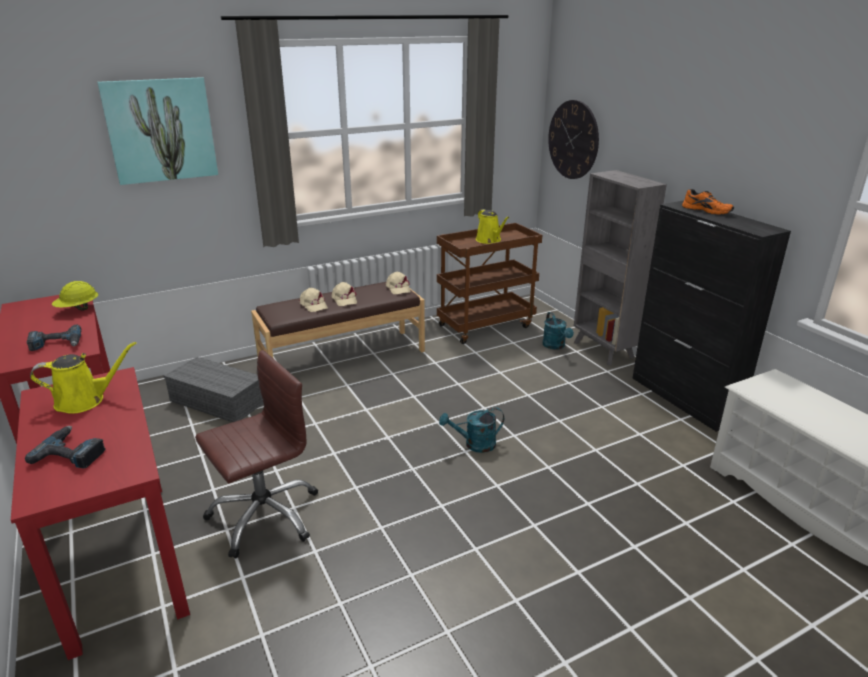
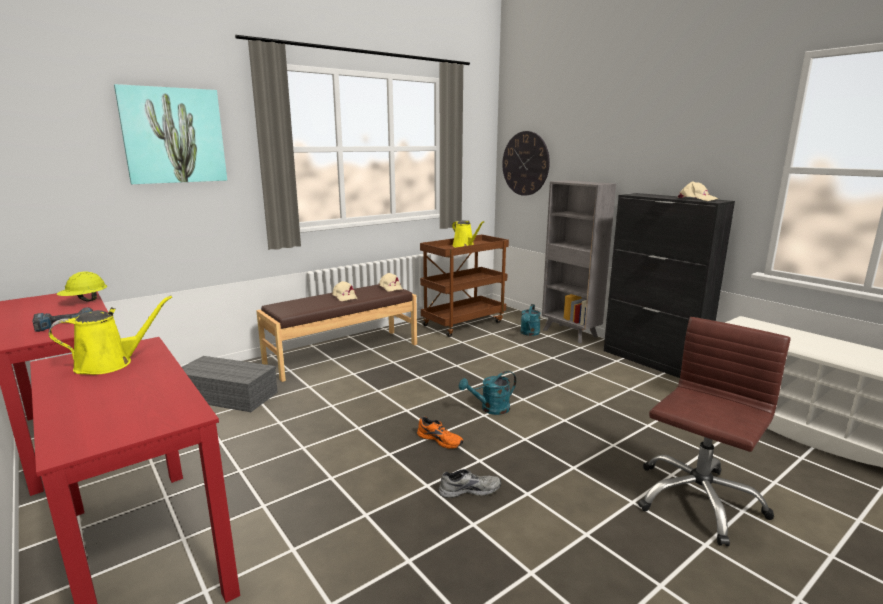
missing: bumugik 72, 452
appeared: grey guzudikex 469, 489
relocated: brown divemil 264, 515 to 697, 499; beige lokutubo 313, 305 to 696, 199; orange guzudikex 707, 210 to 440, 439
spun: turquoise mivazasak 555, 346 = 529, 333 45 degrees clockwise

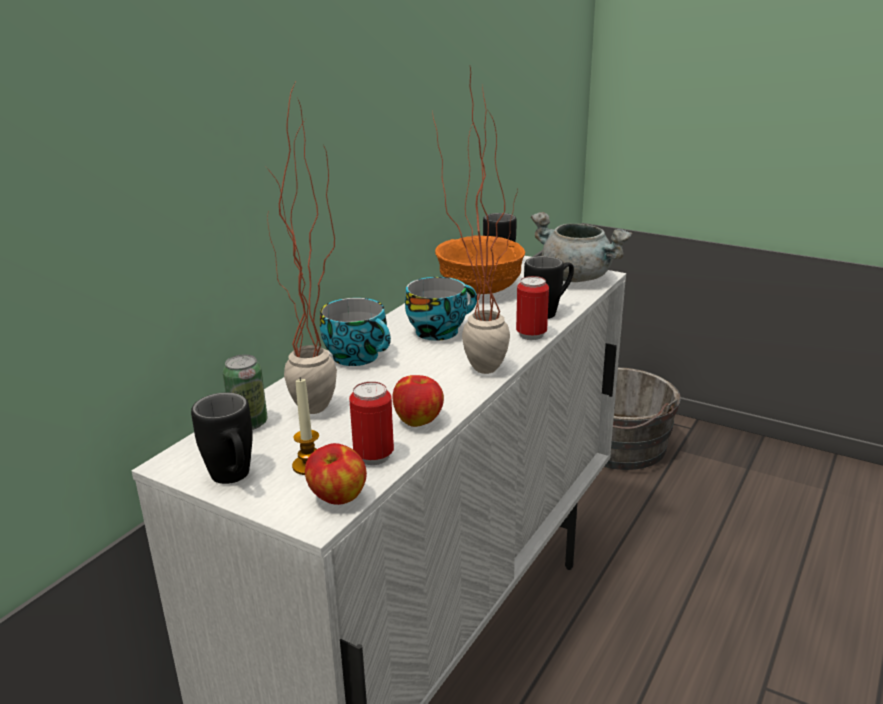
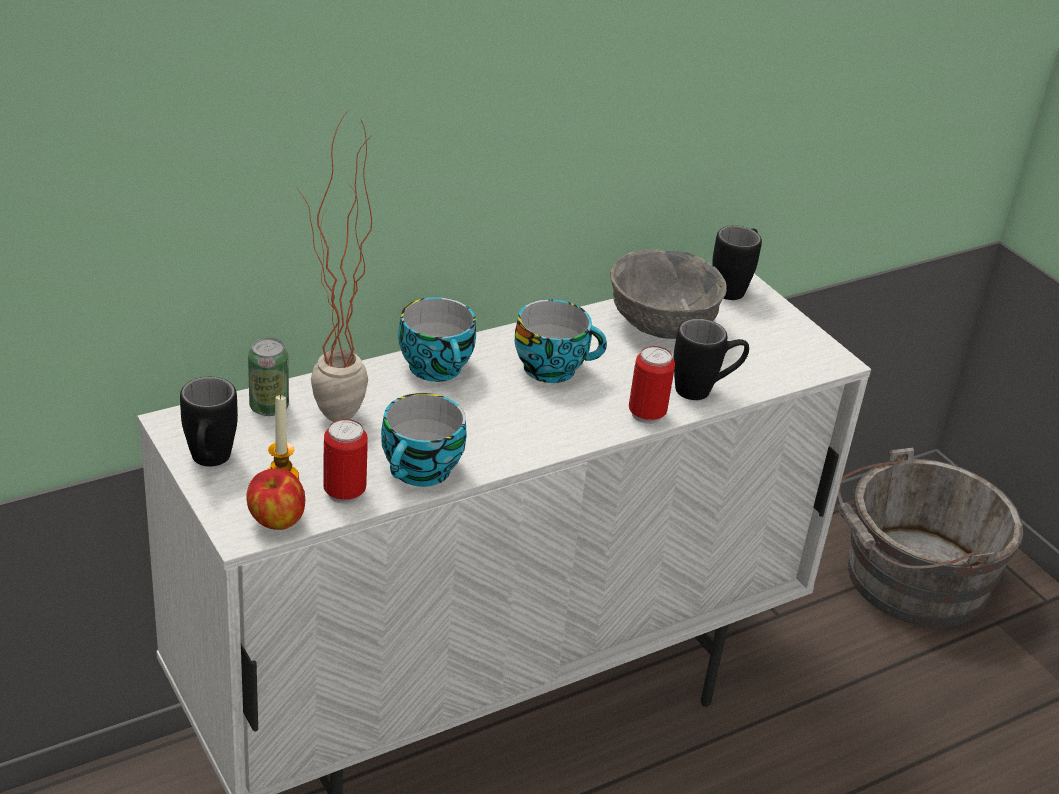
missing: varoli 475, 364; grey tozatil 578, 278
exchanged: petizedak 419, 420 to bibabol 421, 472
colour: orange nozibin 479, 289 to grey nozibin 660, 324

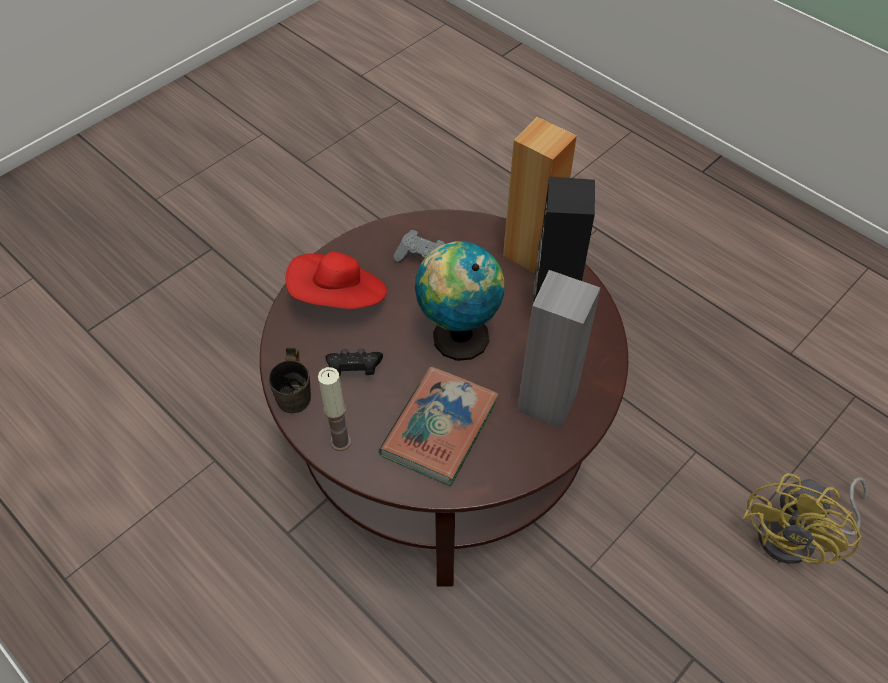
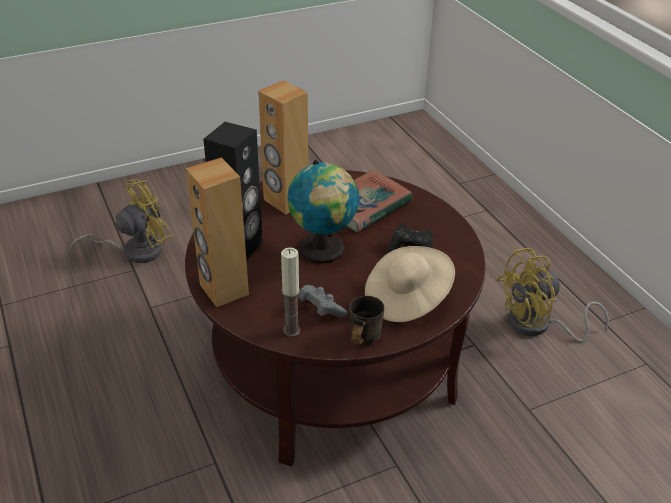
appeared: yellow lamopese 538, 326
relocated: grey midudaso 299, 393 to 359, 339; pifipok 340, 441 to 291, 330
colour: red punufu 339, 299 to beige punufu 407, 299; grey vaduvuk 547, 402 to brown vaduvuk 285, 201

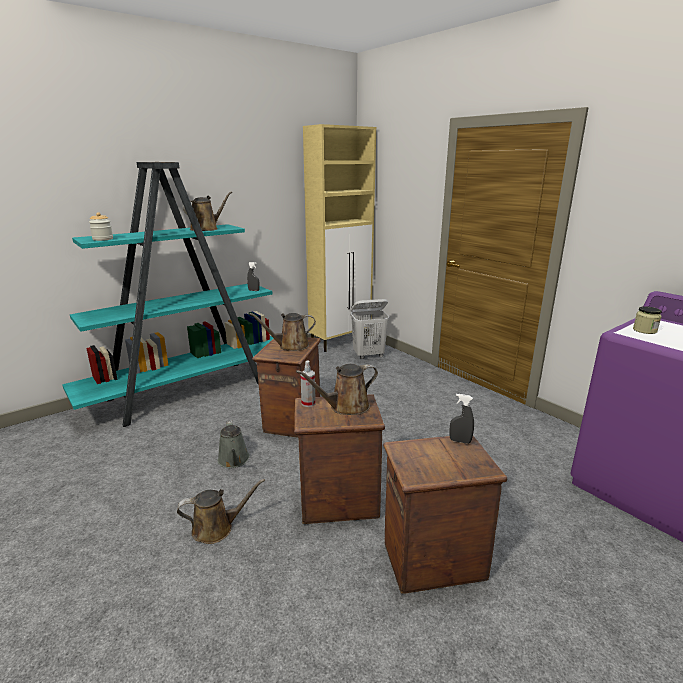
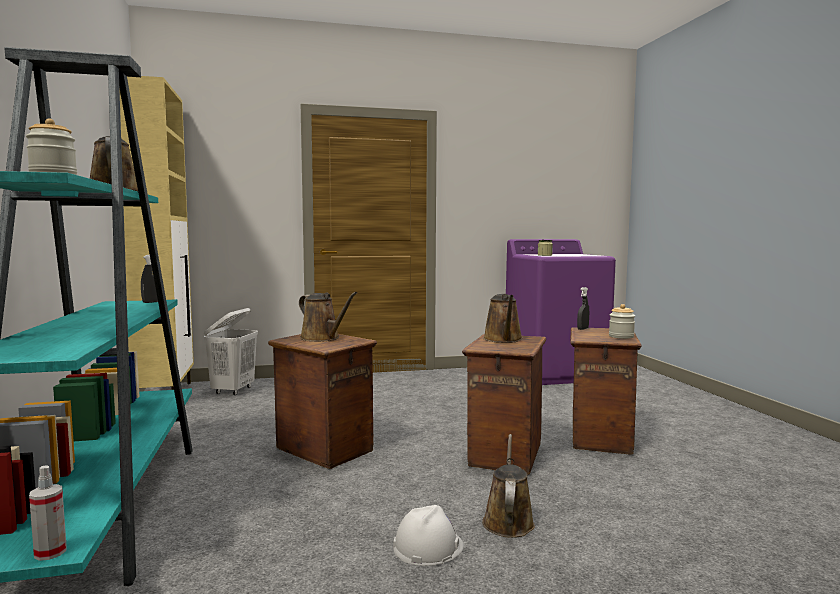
missing: grey mivazasak 234, 460
appeared: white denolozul 428, 546; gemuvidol 621, 336
relocated: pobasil 308, 403 to 50, 552
spun: brown mivazasak 290, 346 = 322, 338 60 degrees counterclockwise

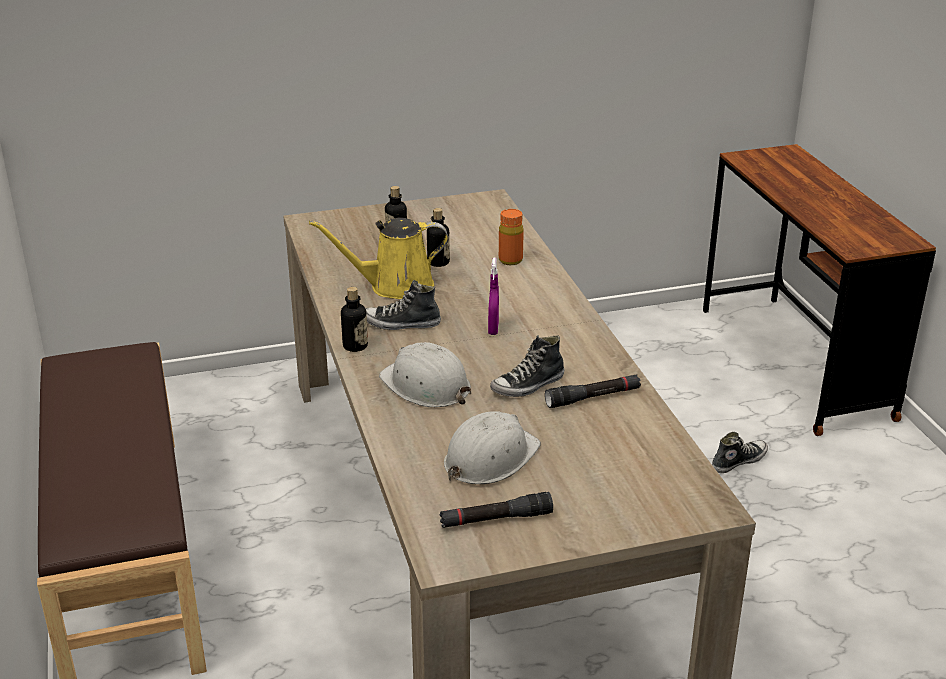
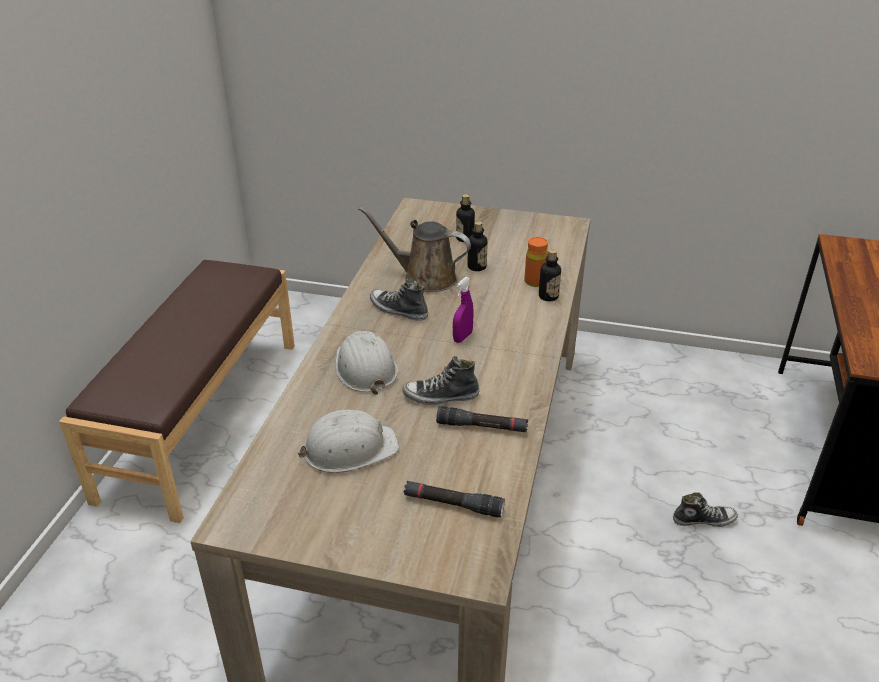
relocated: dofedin 355, 346 to 548, 296; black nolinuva 496, 519 to 453, 504
colour: yellow mivazasak 395, 286 to brown mivazasak 424, 277

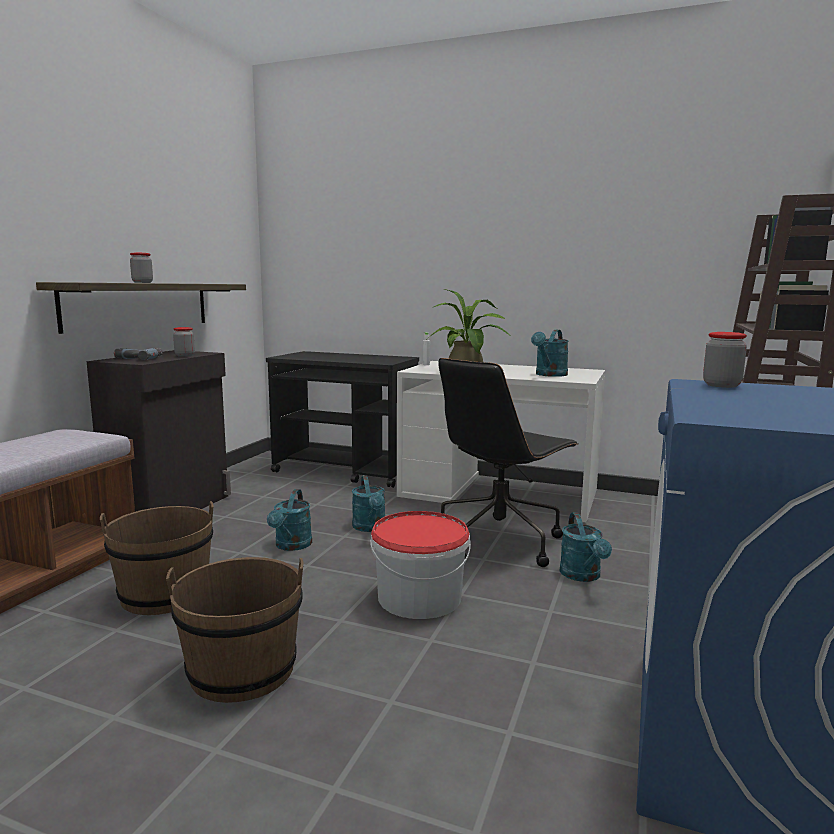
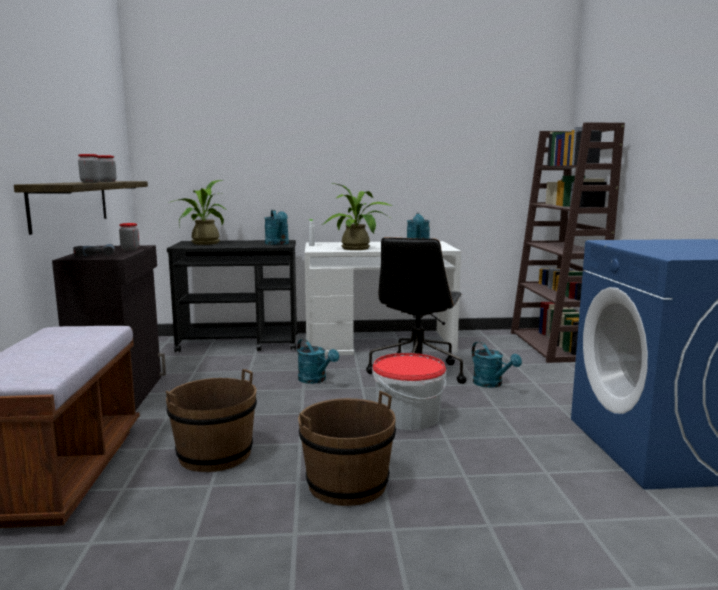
appeared: varoli 202, 243
relocated: turquoise mivazasak 291, 546 to 278, 244; gemuvidol 721, 385 to 107, 182

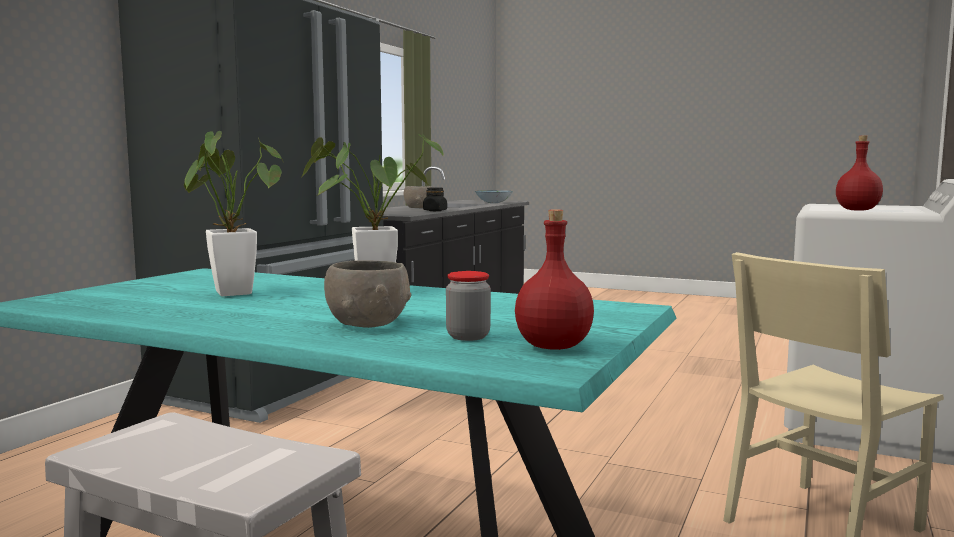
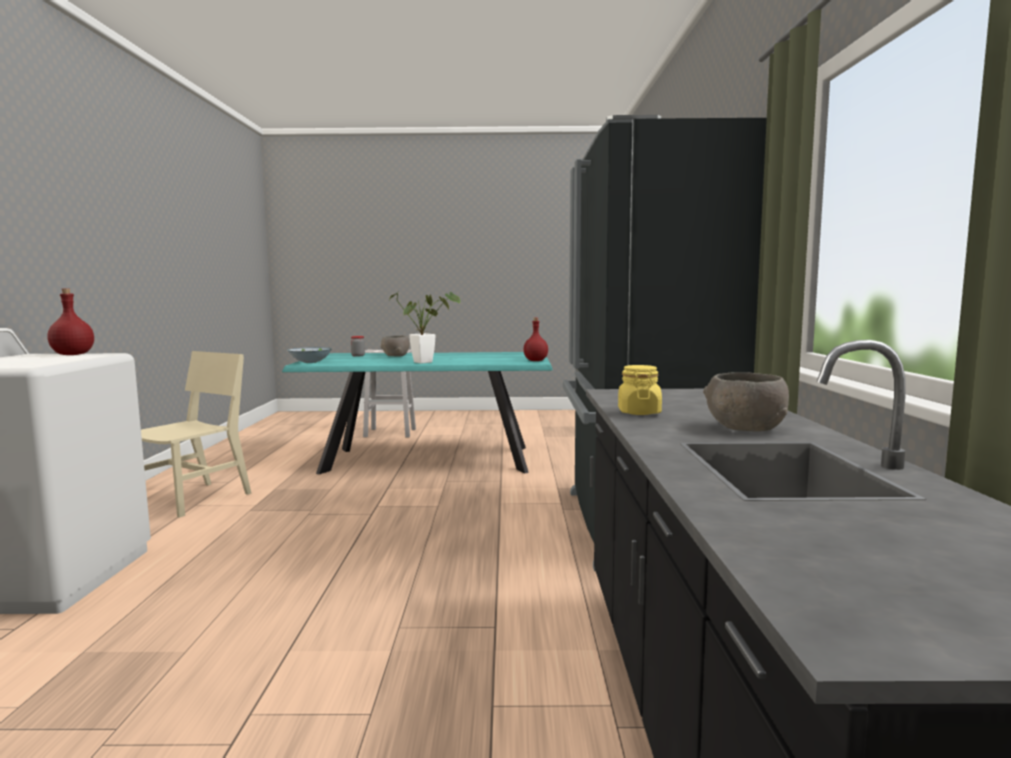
missing: varoli 233, 291
relocated: nozibin 493, 203 to 310, 362; red dofedin 554, 346 to 535, 361
colour: black gemuvidol 435, 211 to yellow gemuvidol 639, 412

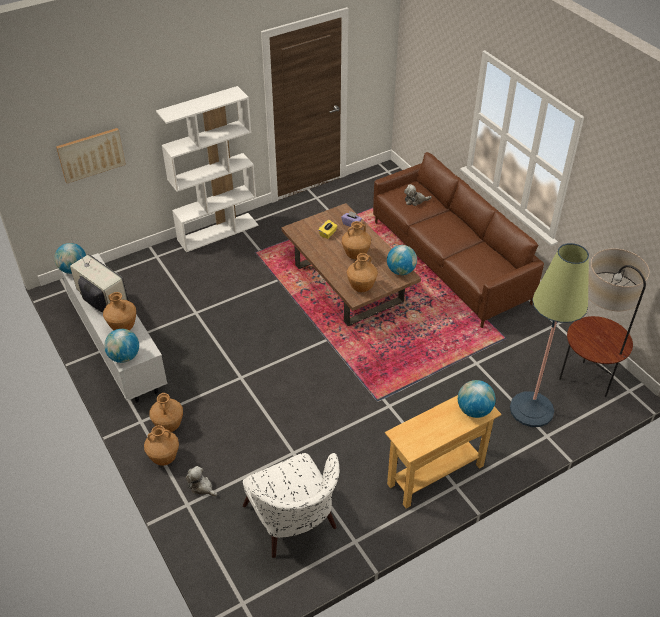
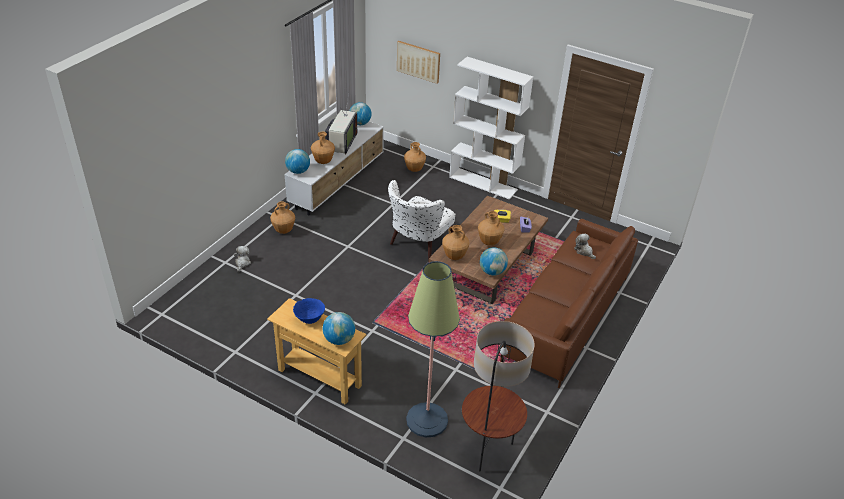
appeared: blue nozibin 309, 319
relocated: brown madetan 164, 458 to 414, 169; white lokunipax 294, 525 to 418, 245

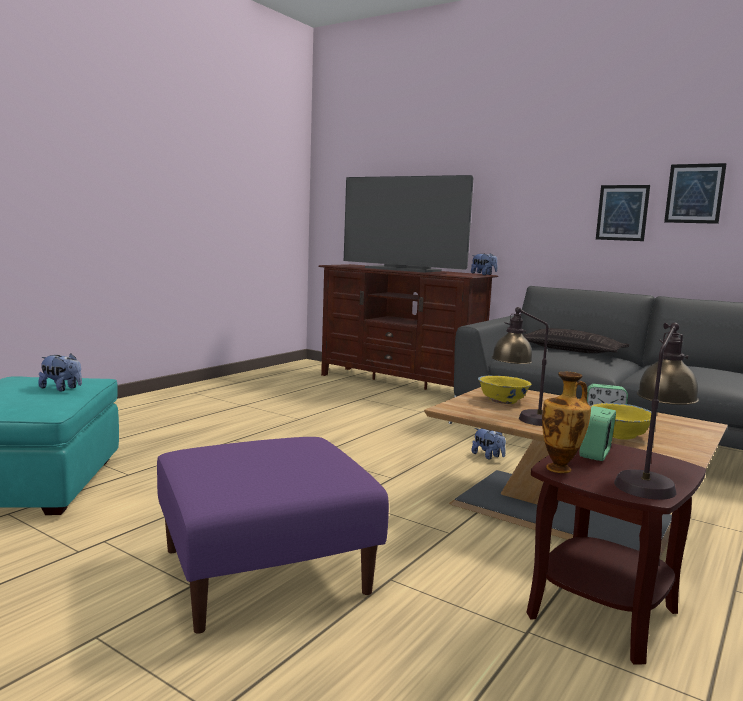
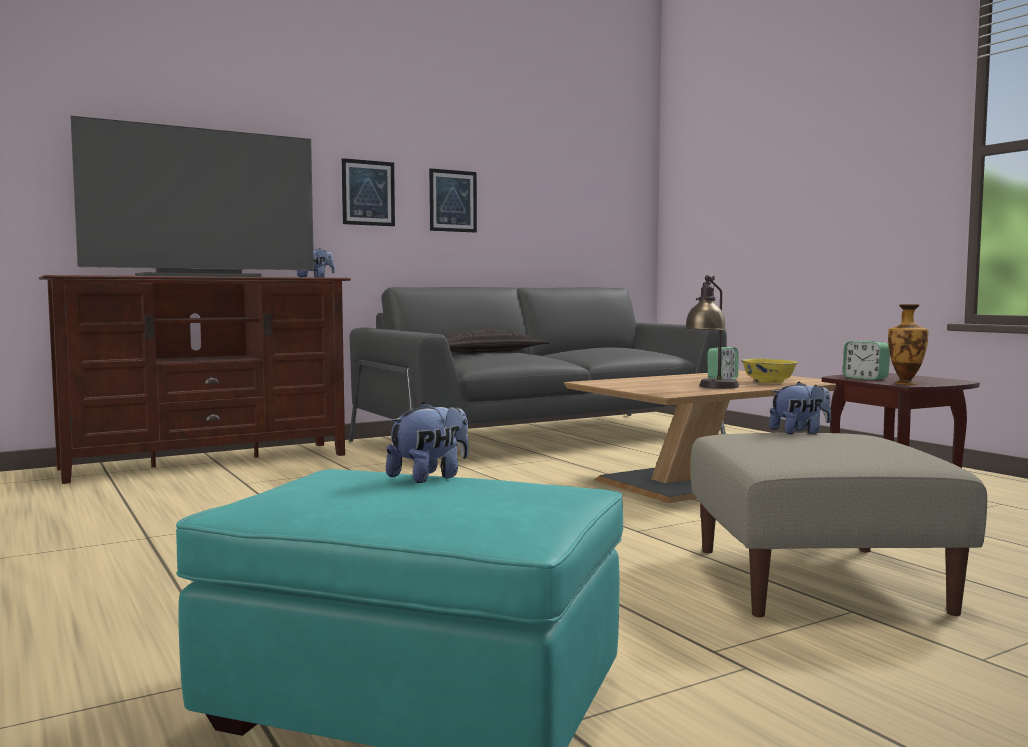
missing: yellow nozibin 502, 400; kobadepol 650, 481
relocated: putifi 488, 456 to 800, 432; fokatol 694, 193 to 368, 193
colour: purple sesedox 264, 571 to beige sesedox 819, 580

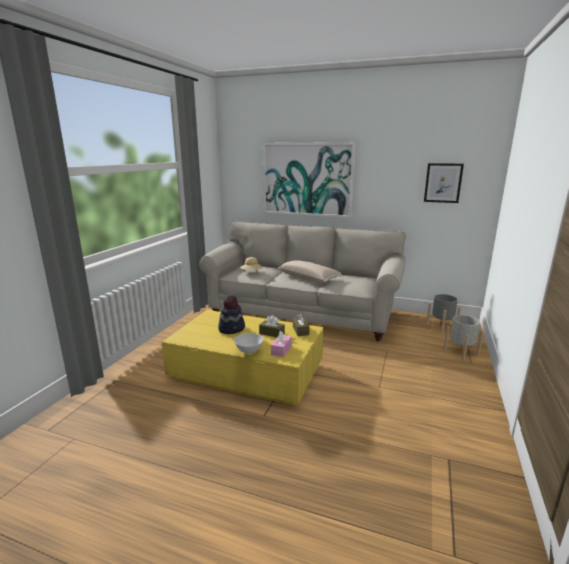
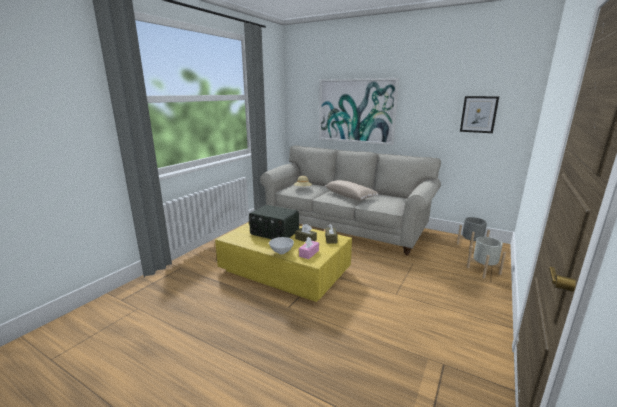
exchanged: punufu 232, 329 to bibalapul 274, 233

